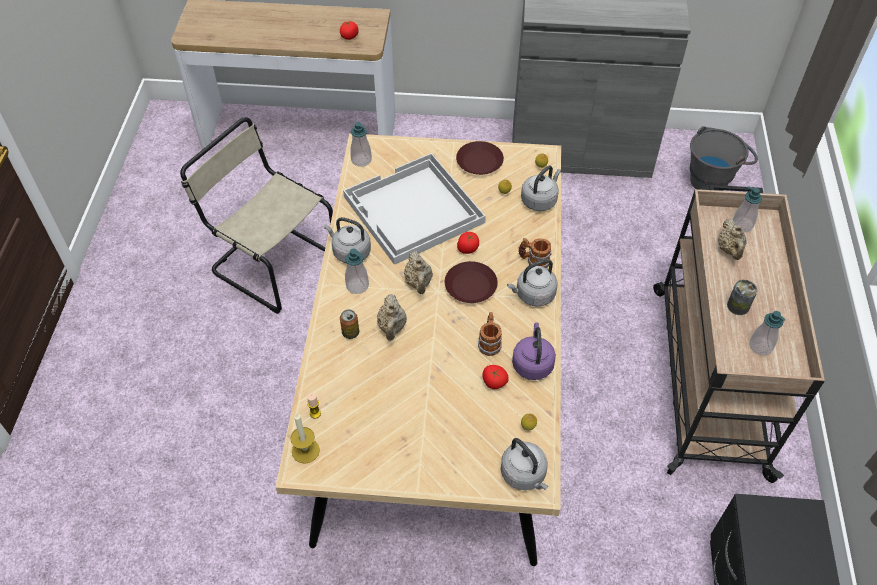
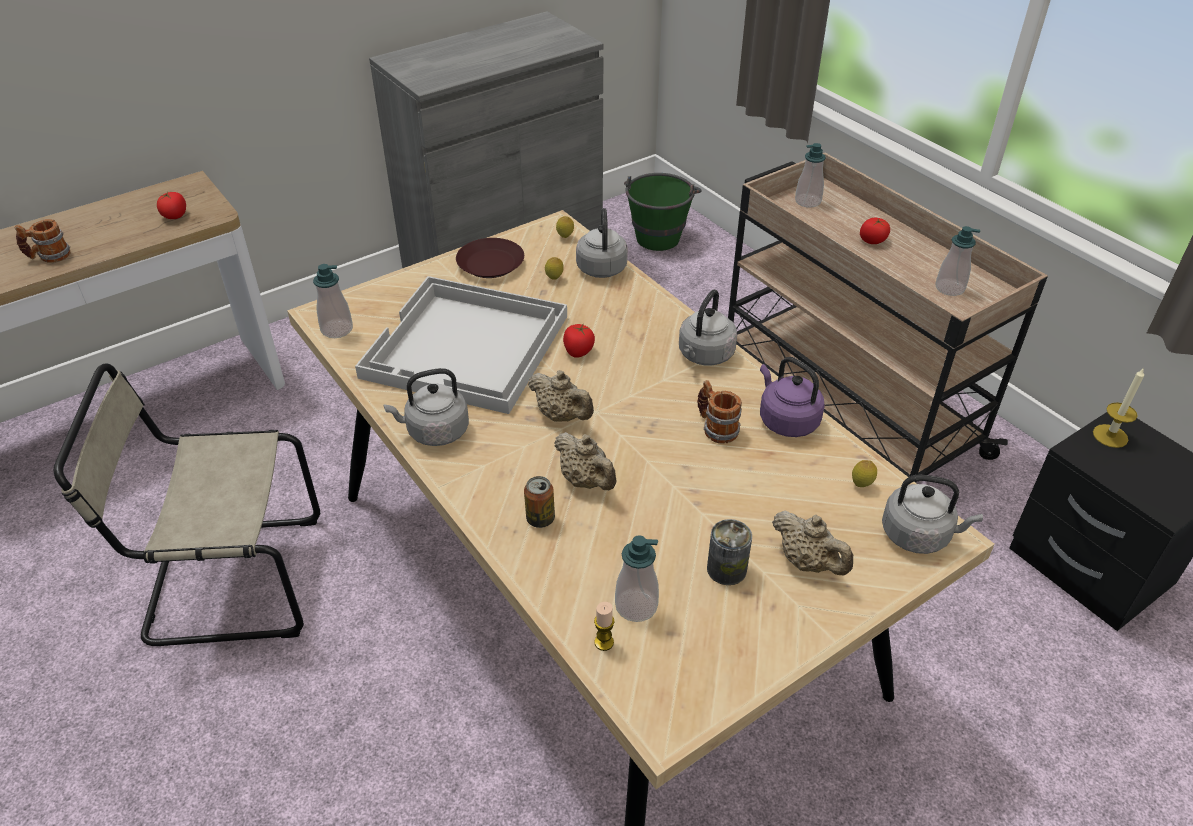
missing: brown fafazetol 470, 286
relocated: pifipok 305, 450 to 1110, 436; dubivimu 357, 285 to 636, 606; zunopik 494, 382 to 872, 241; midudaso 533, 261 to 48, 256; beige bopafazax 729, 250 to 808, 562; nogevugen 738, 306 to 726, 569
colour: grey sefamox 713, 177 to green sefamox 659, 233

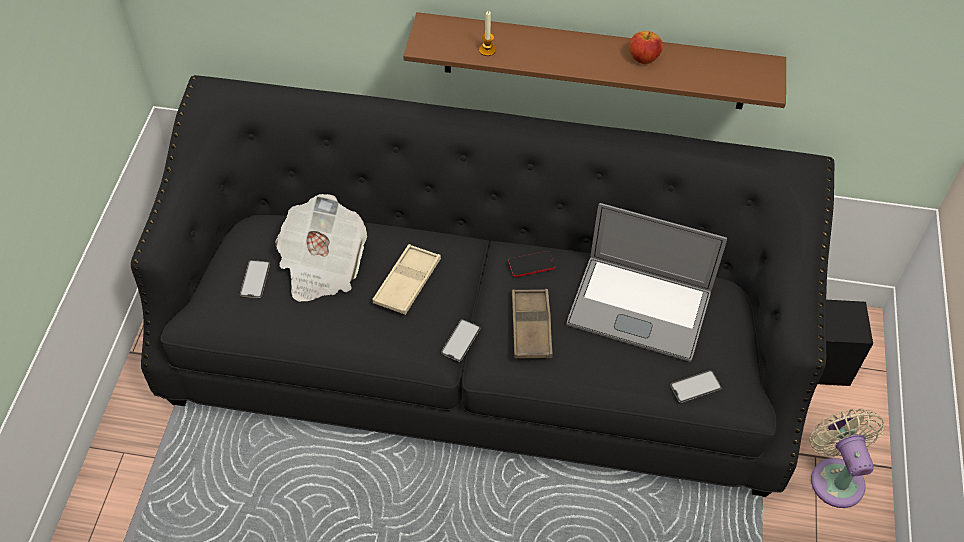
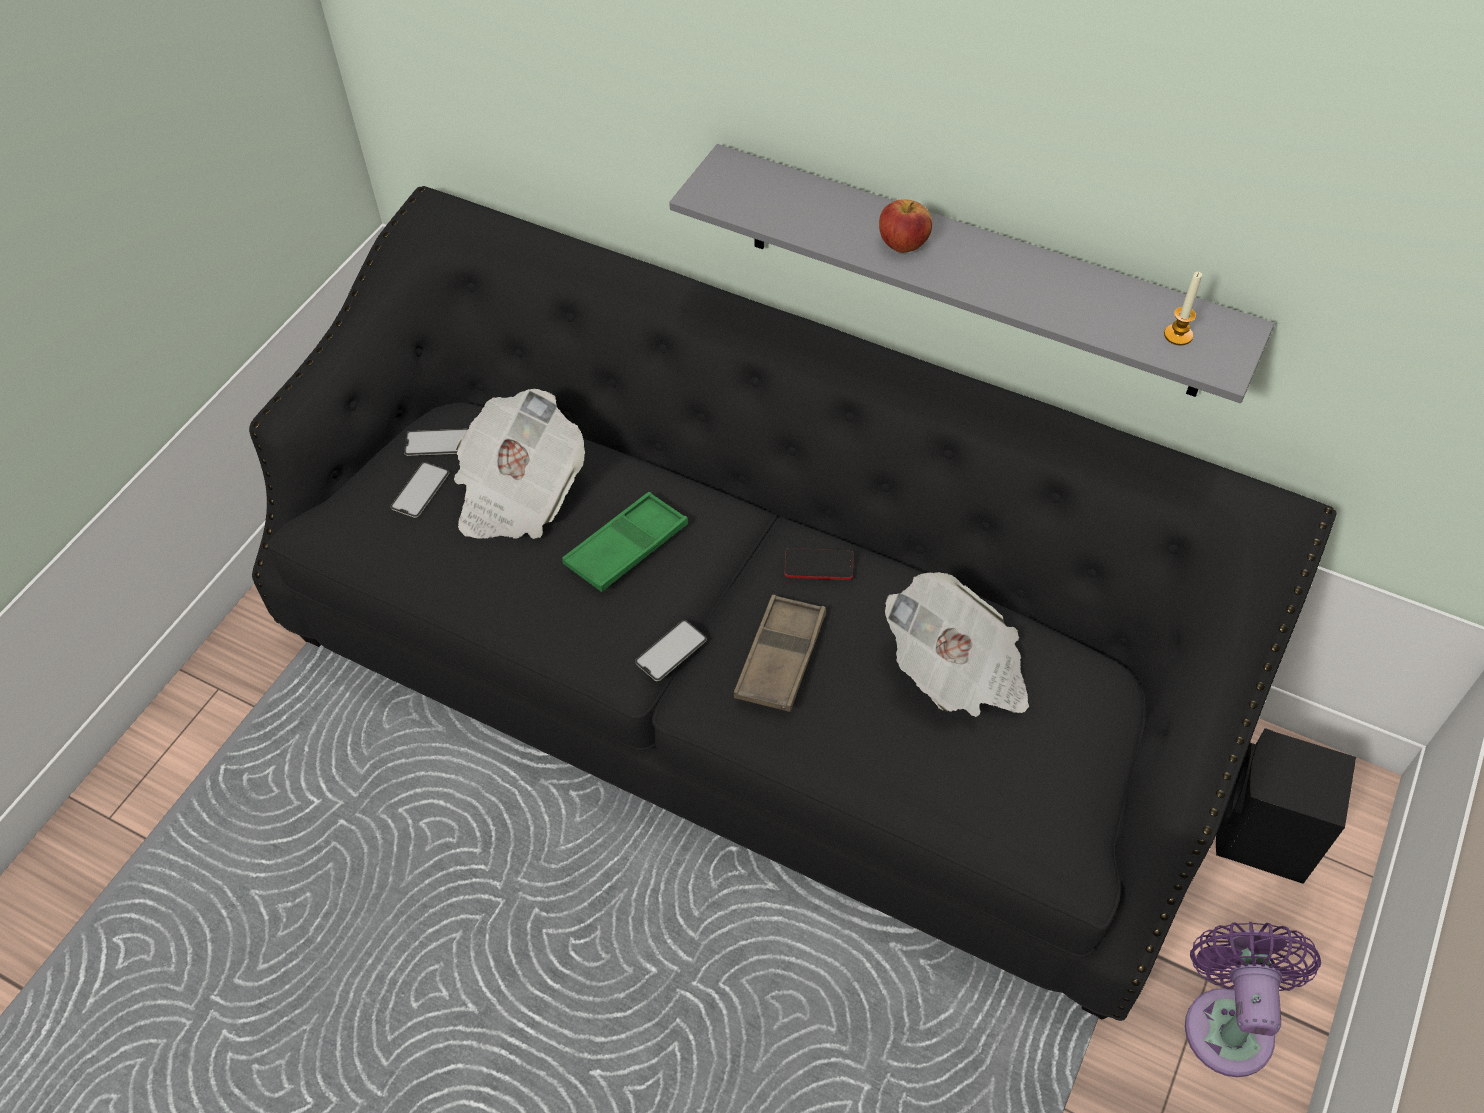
relocated: pifipok 487, 50 to 1178, 335; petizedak 643, 58 to 903, 244; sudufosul 695, 386 to 437, 442
exchanged: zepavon 639, 308 to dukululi 957, 671
colour: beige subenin 407, 283 to green subenin 626, 547; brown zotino 595, 62 to grey zotino 972, 273; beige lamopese 835, 477 to purple lamopese 1228, 1021

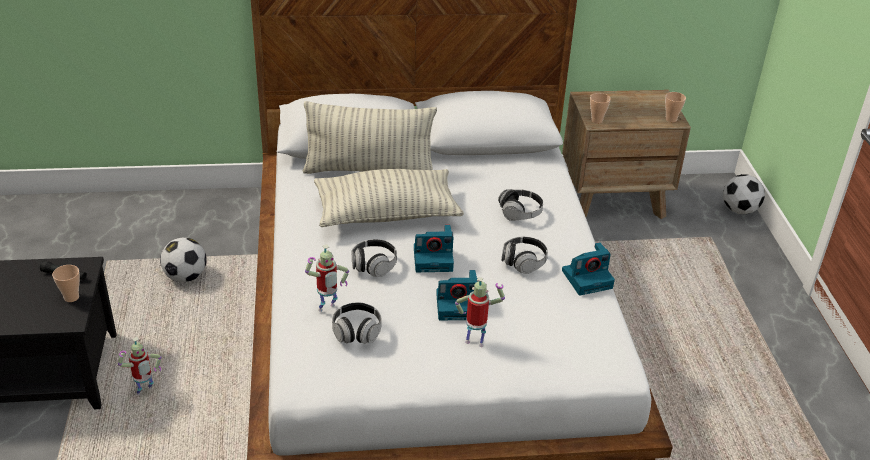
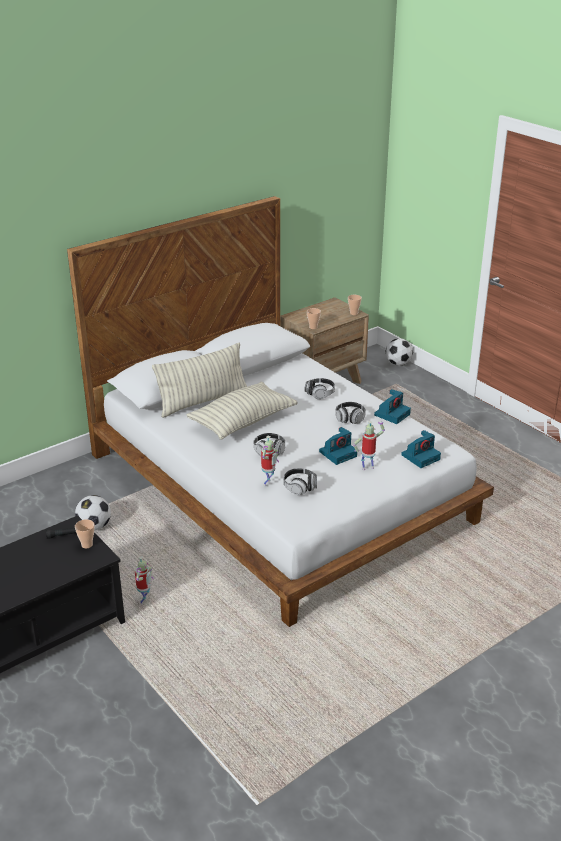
relocated: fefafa 434, 258 to 421, 457

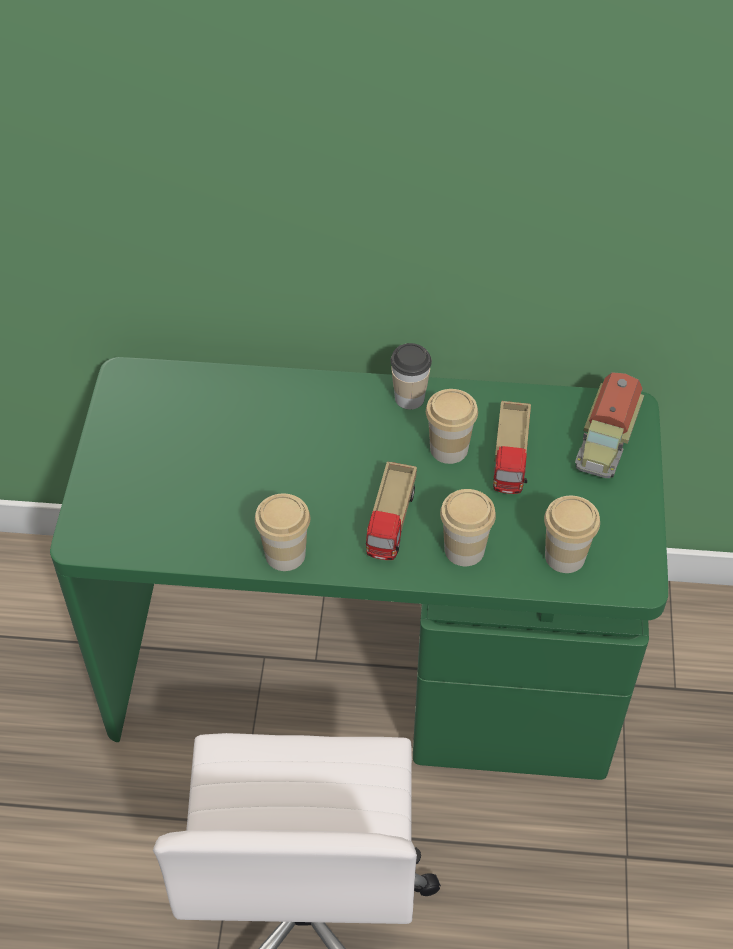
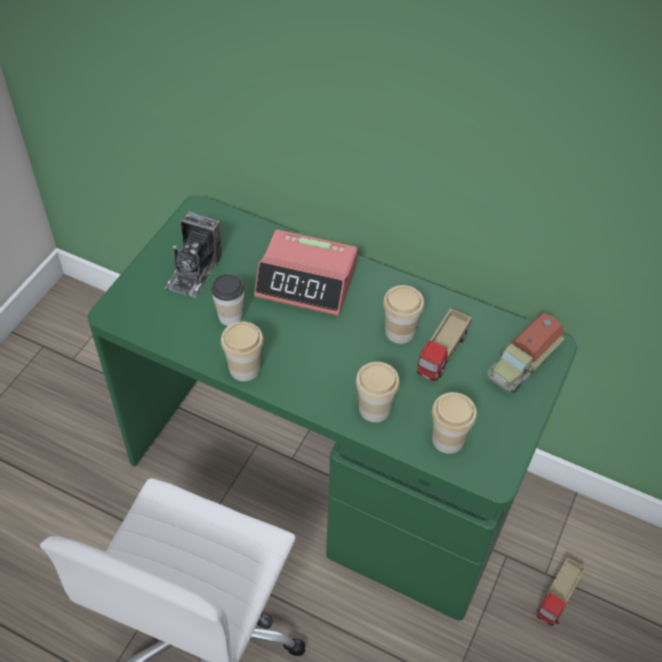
appeared: fefafa 194, 271; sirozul 307, 281
relocated: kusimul 392, 523 to 558, 597; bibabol 409, 398 to 230, 316

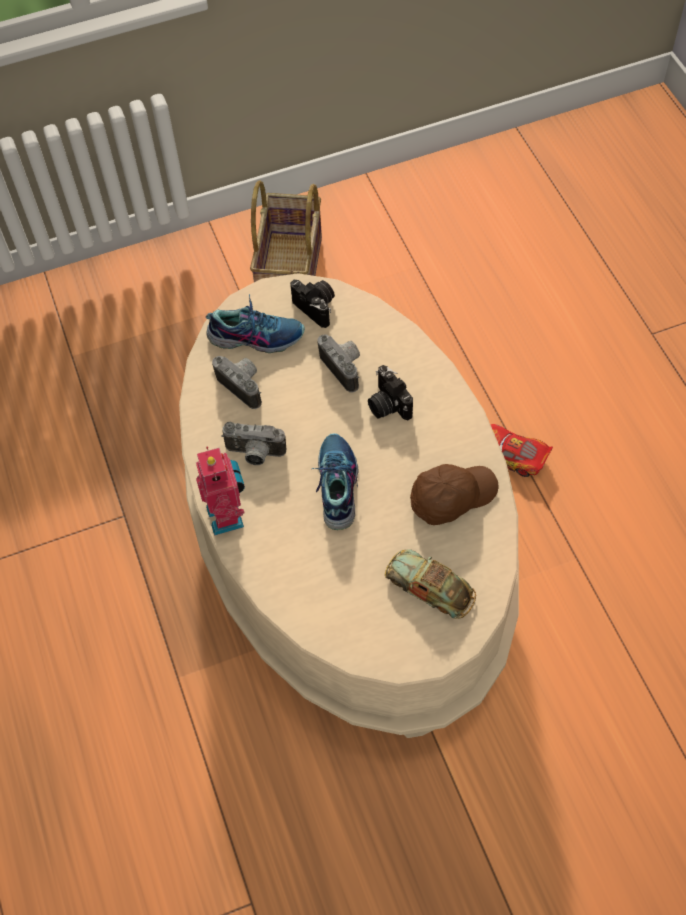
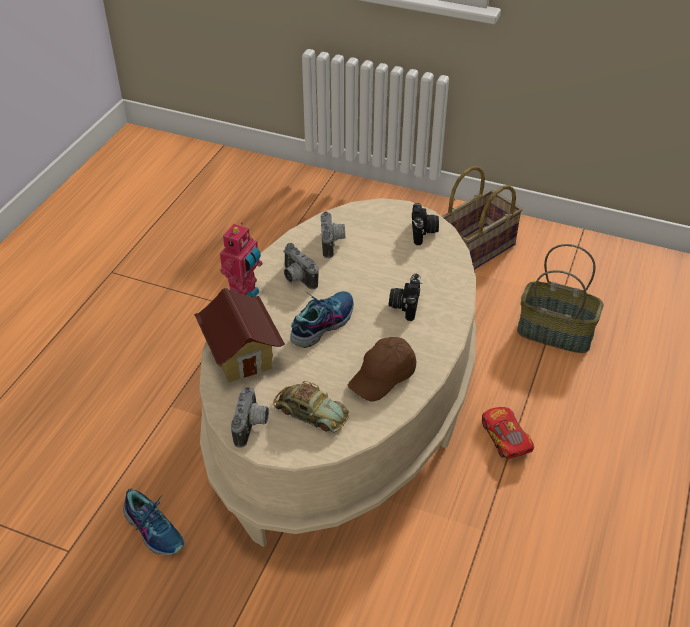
appeared: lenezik 242, 357; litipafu 555, 332
relocated: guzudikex 256, 336 to 154, 529; fefafa 345, 368 to 252, 426
spun: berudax 430, 587 = 310, 413 135 degrees clockwise; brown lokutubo 451, 497 = 383, 377 120 degrees clockwise

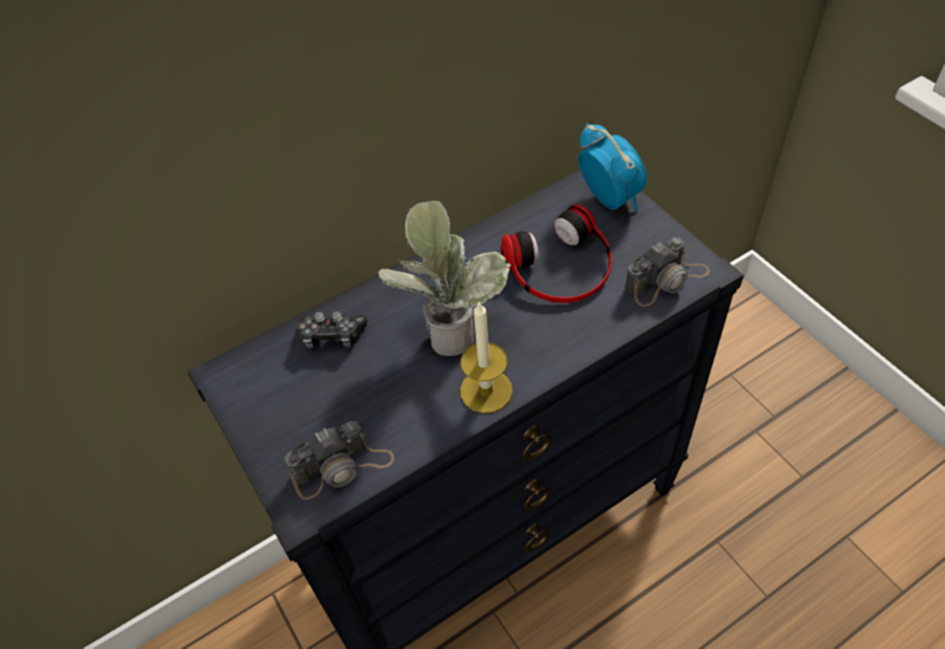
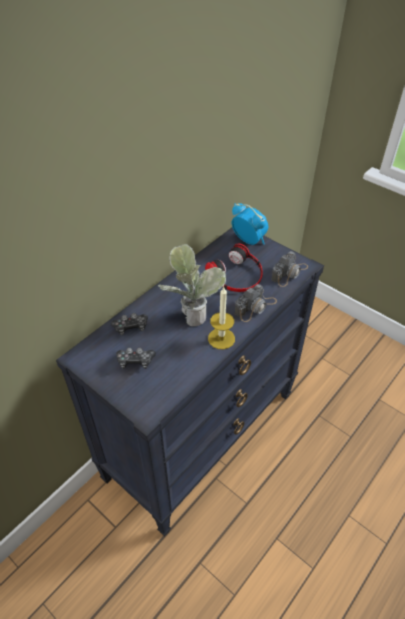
appeared: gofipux 135, 361
relocated: fefafa 342, 467 to 255, 307

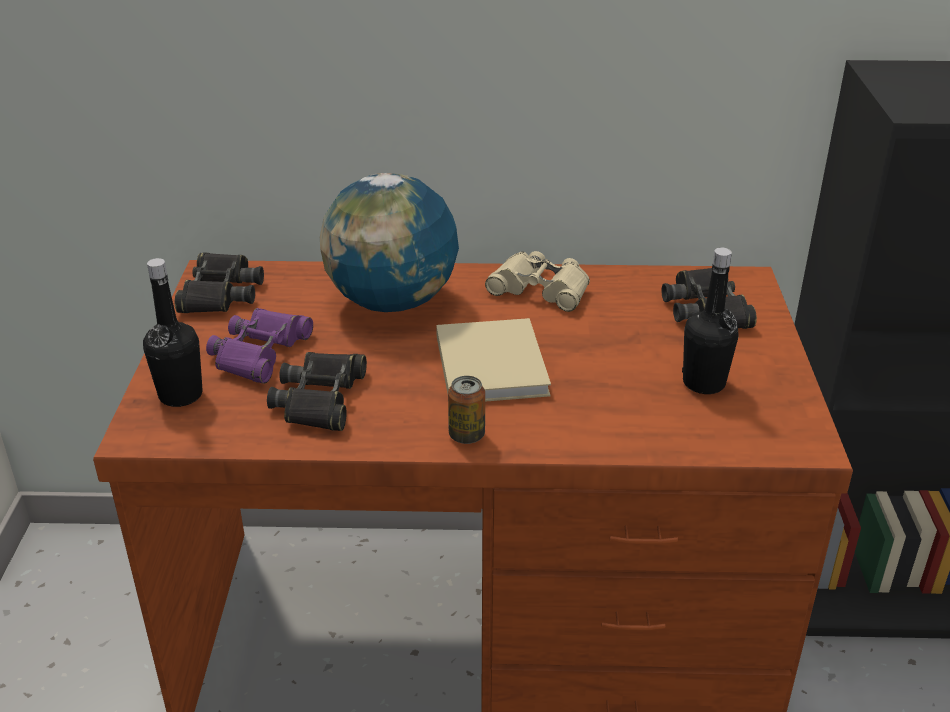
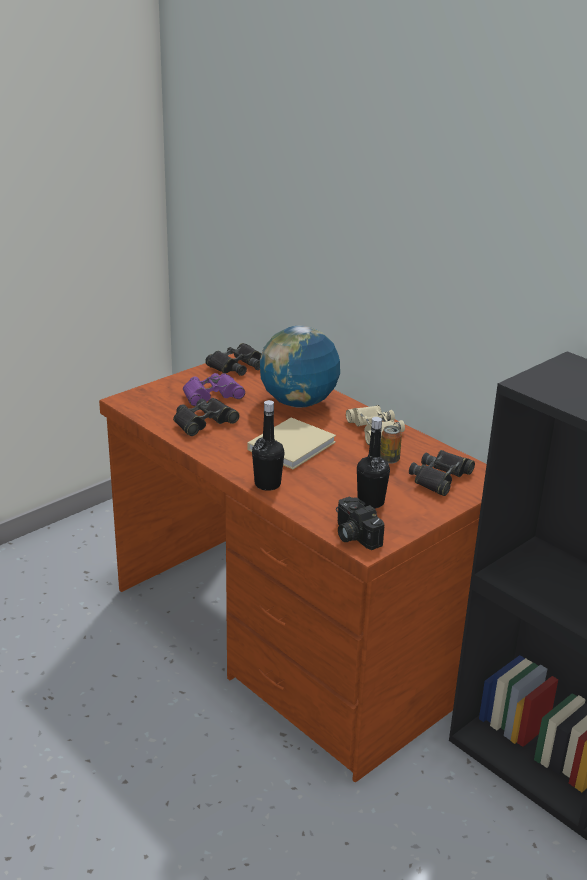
appeared: fefafa 353, 535
relocated: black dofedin 180, 395 to 267, 484; nogevugen 466, 435 to 389, 459

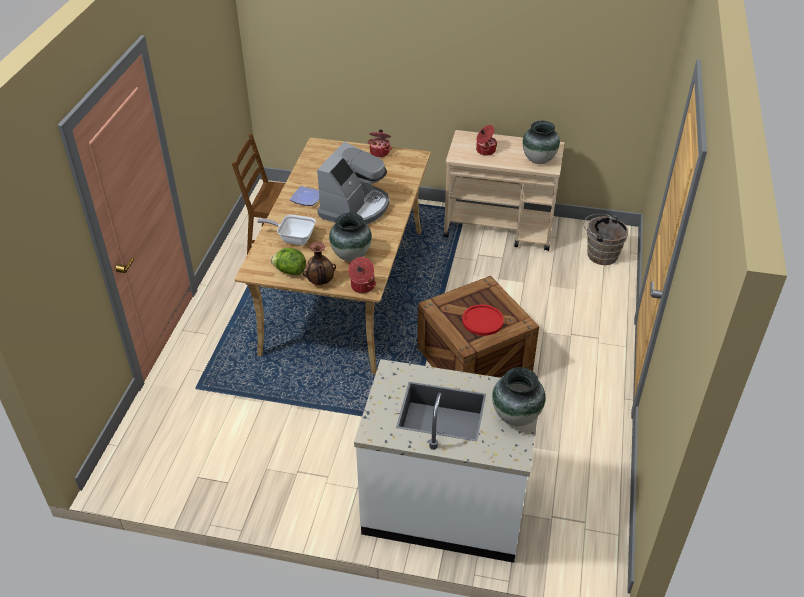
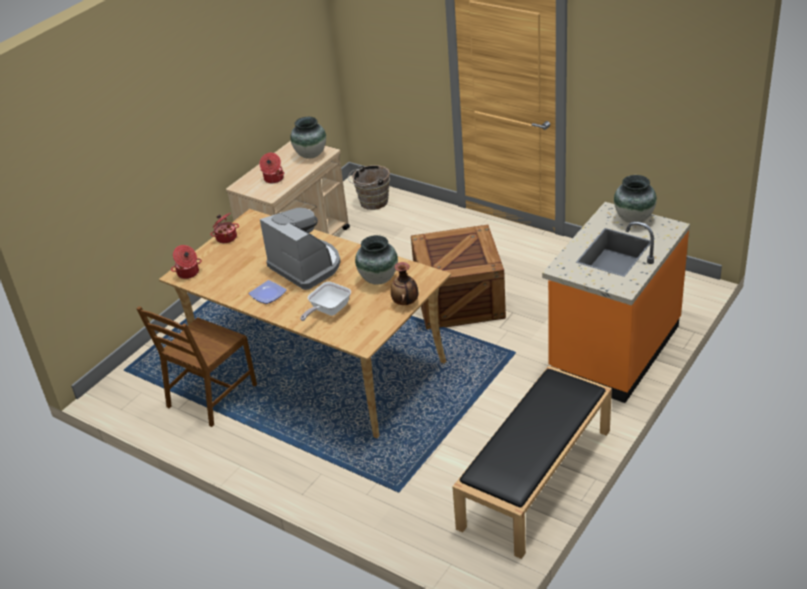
missing: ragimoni 290, 271; red fafazetol 482, 321
appeared: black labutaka 536, 479
relocated: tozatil 362, 286 to 188, 273
colour: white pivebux 445, 506 to orange pivebux 612, 349

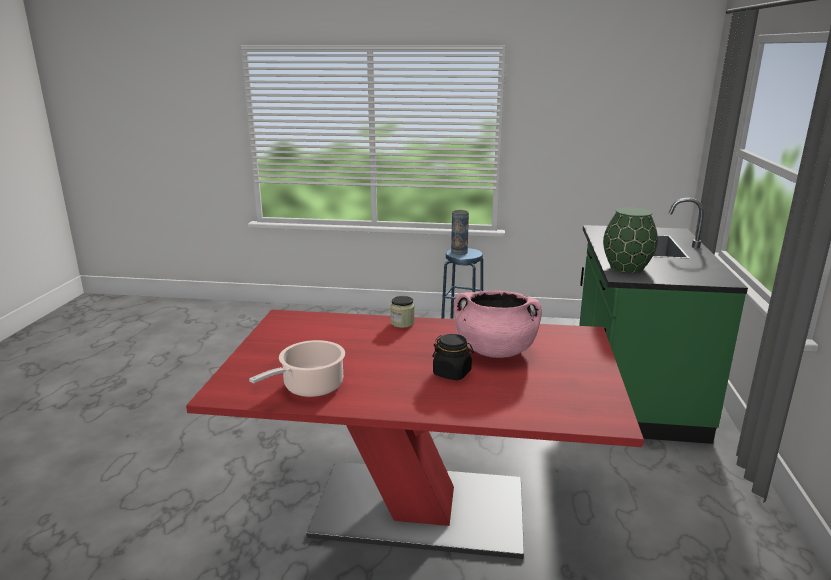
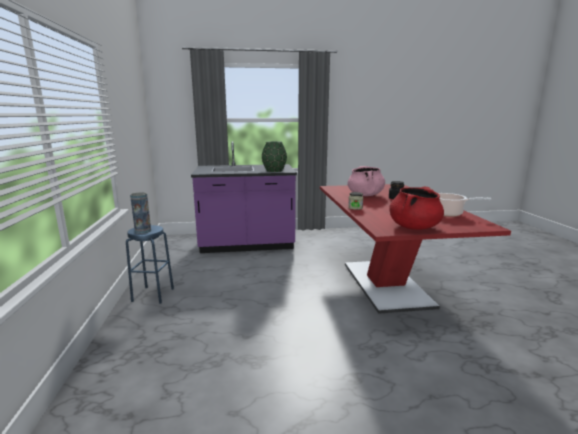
appeared: red tozatil 414, 227
colour: green pivebux 633, 390 to purple pivebux 247, 244

